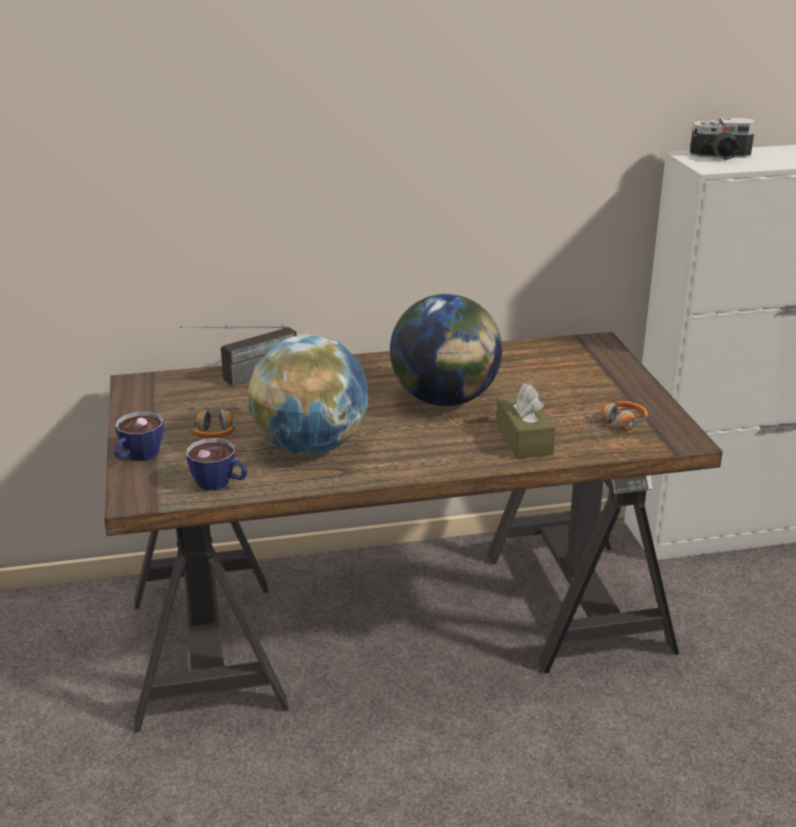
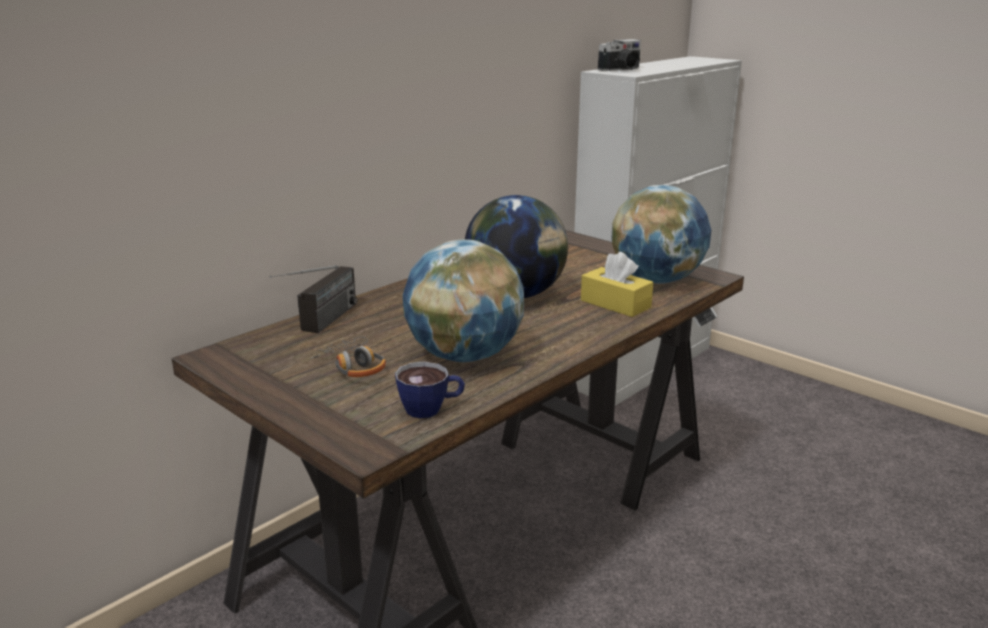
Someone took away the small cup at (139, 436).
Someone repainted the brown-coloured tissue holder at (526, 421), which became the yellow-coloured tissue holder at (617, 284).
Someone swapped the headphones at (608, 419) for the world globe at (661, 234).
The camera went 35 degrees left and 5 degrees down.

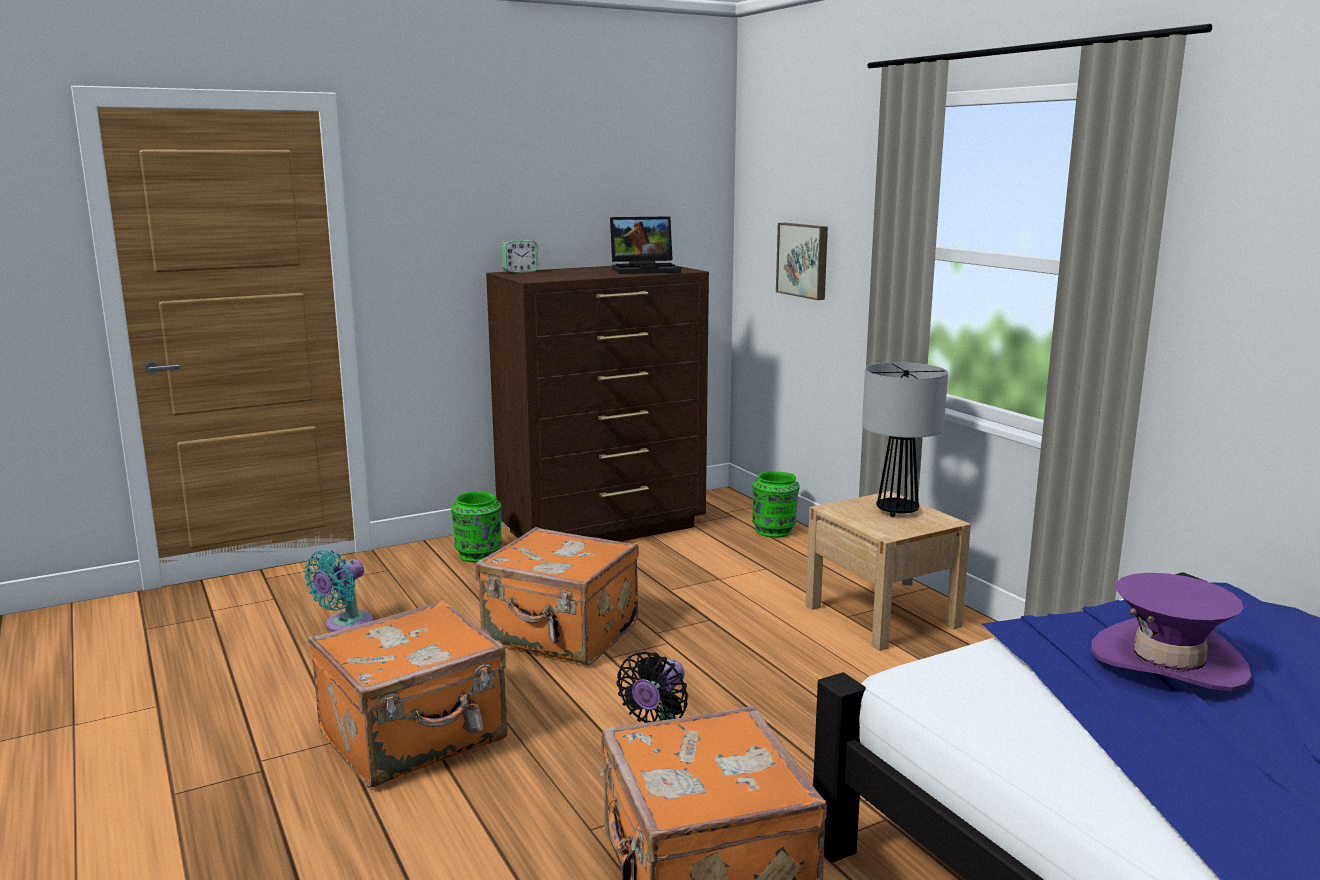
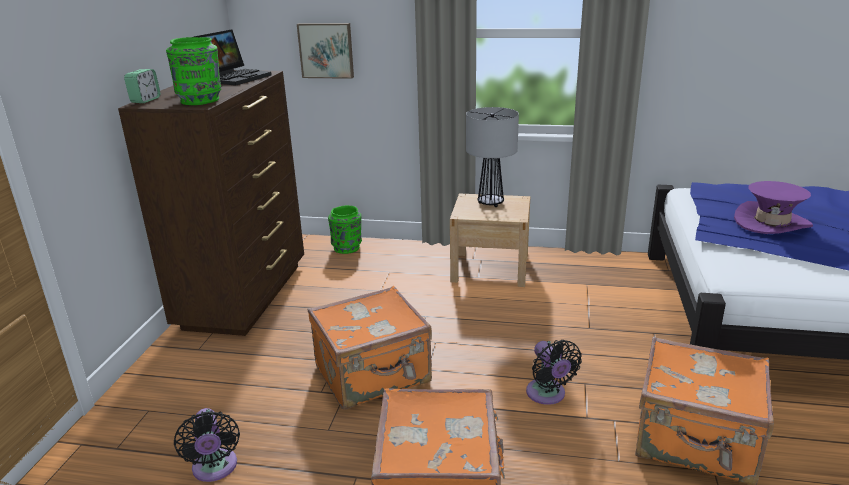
Someone repainted the blue-green cooling fan at (338, 591), which became the black-coloured cooling fan at (207, 445).
Someone carried the green-coloured flower vase from (476, 526) to (194, 71).
The camera went 50 degrees left and 10 degrees up.

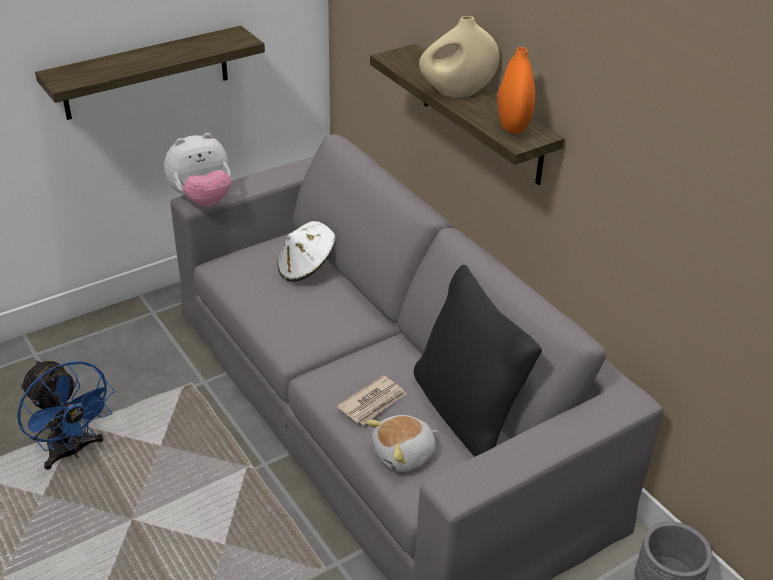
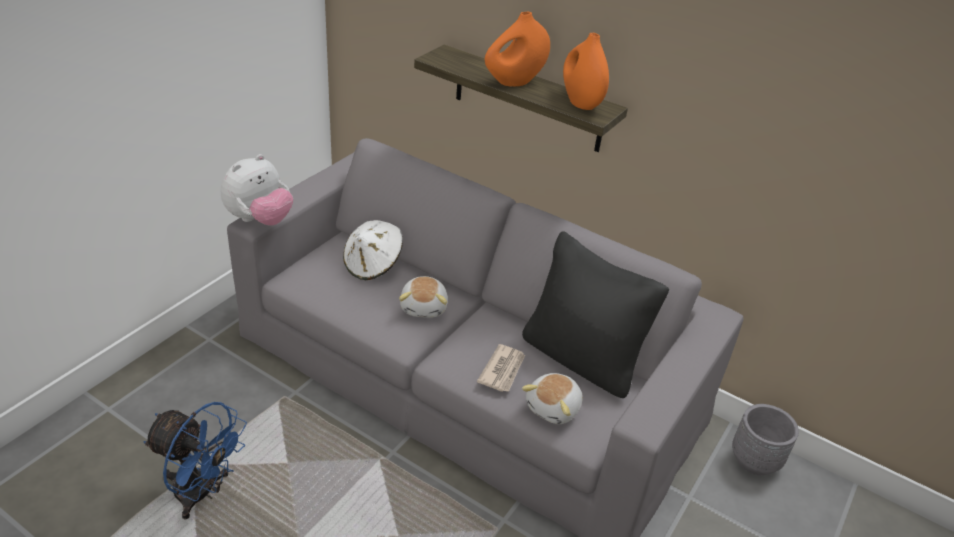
Someone took away the wall shelf at (150, 73).
Someone repainted the beige flower vase at (459, 57), which became the orange-coloured flower vase at (517, 49).
Someone put down the plush toy at (423, 297).
The camera went 25 degrees left and 0 degrees up.

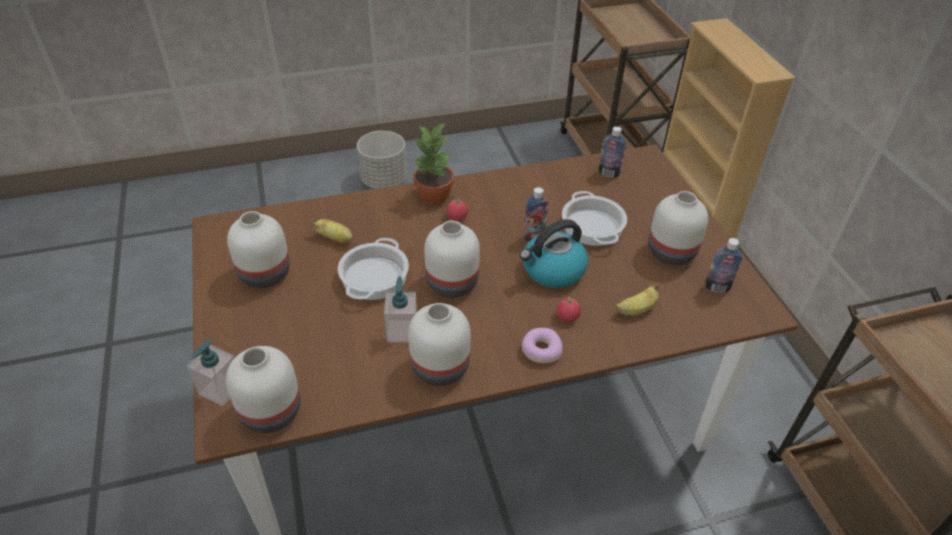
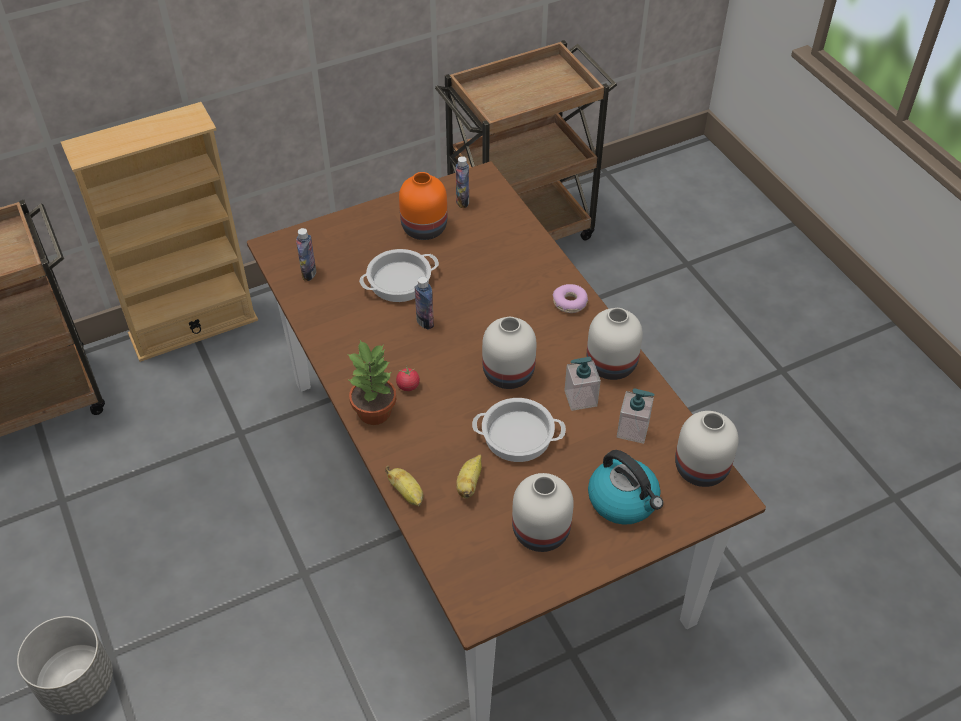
Someone carried the soap bottle from (210, 373) to (635, 416).
Someone carried the kettle from (554, 253) to (625, 487).
Someone took away the tomato at (568, 309).
Someone carried the banana fruit from (637, 300) to (404, 486).
Someone repainted the white-coloured flower vase at (678, 228), which became the orange-coloured flower vase at (423, 206).
The camera went 100 degrees left and 5 degrees up.

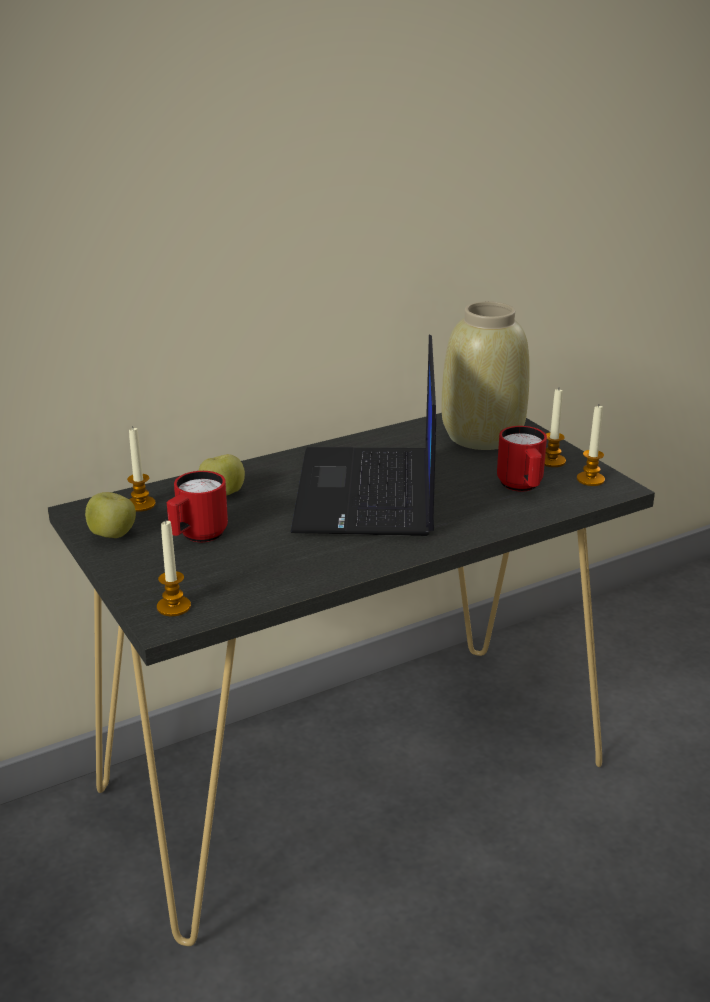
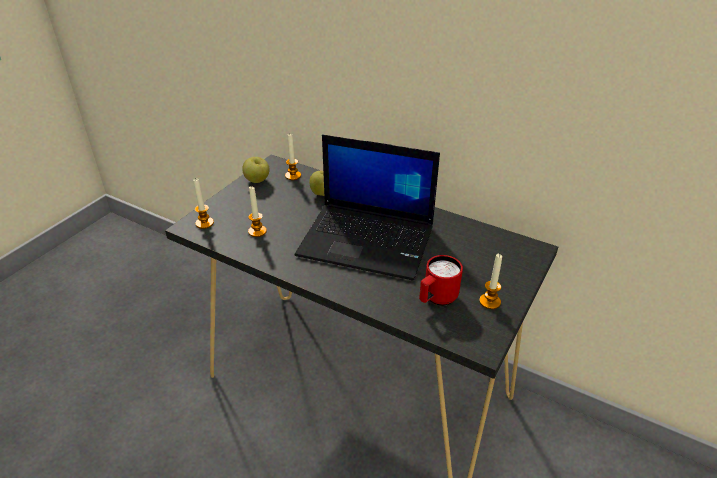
Someone took away the red mug at (197, 506).
Someone rotated the portable computer at (363, 435) by 135 degrees counterclockwise.
Someone took away the beige flower vase at (486, 375).
Someone carried the candle from (591, 445) to (257, 211).
The camera went 60 degrees right and 10 degrees up.

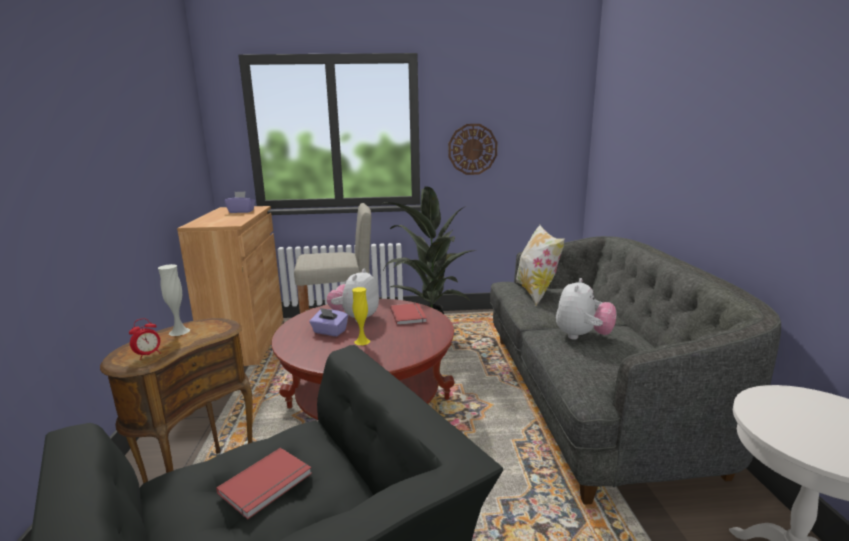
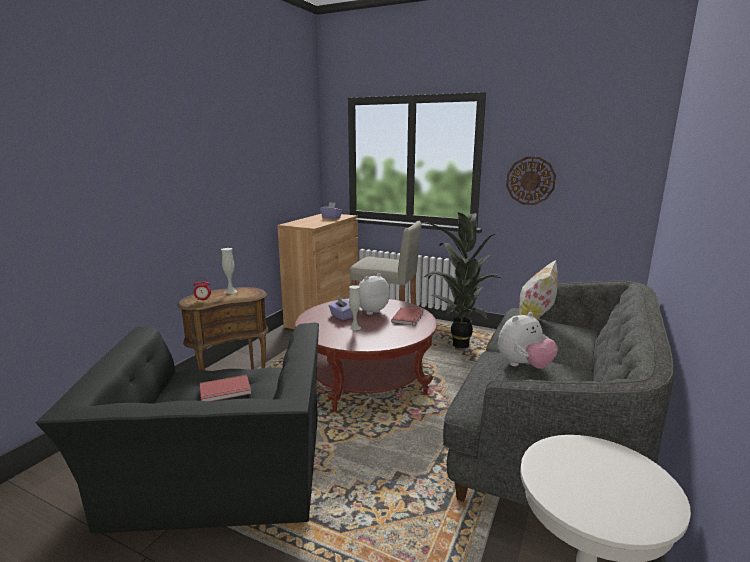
Someone repainted the yellow-coloured flower vase at (361, 316), which became the white-coloured flower vase at (355, 307).
The camera went 30 degrees right and 0 degrees up.

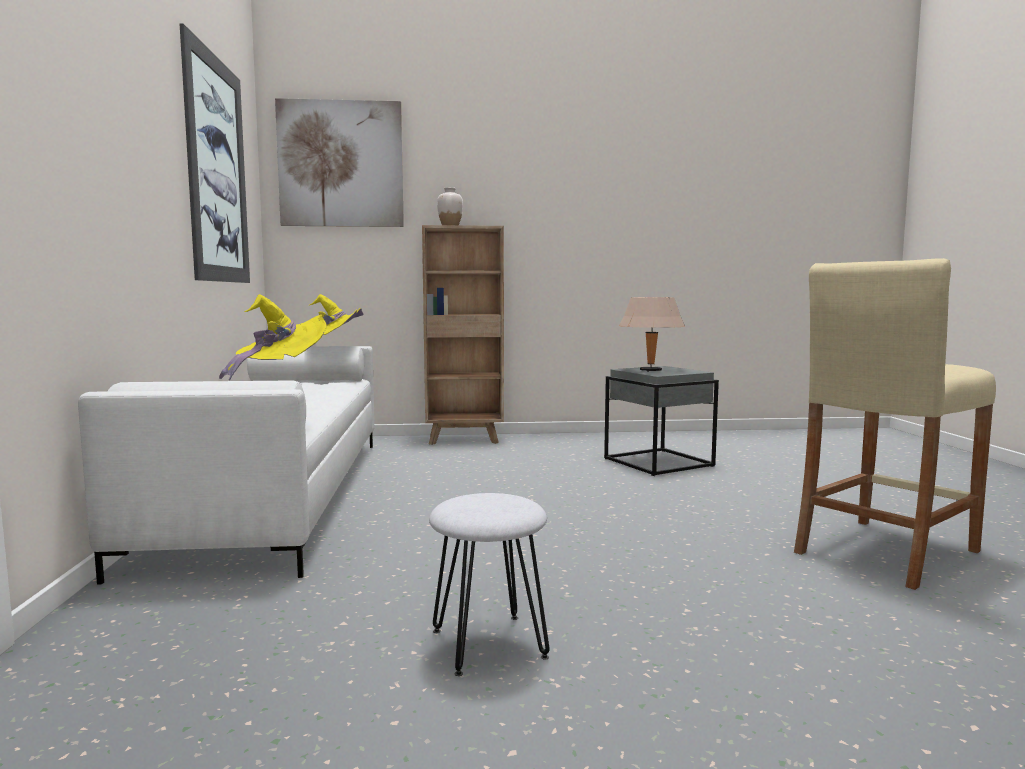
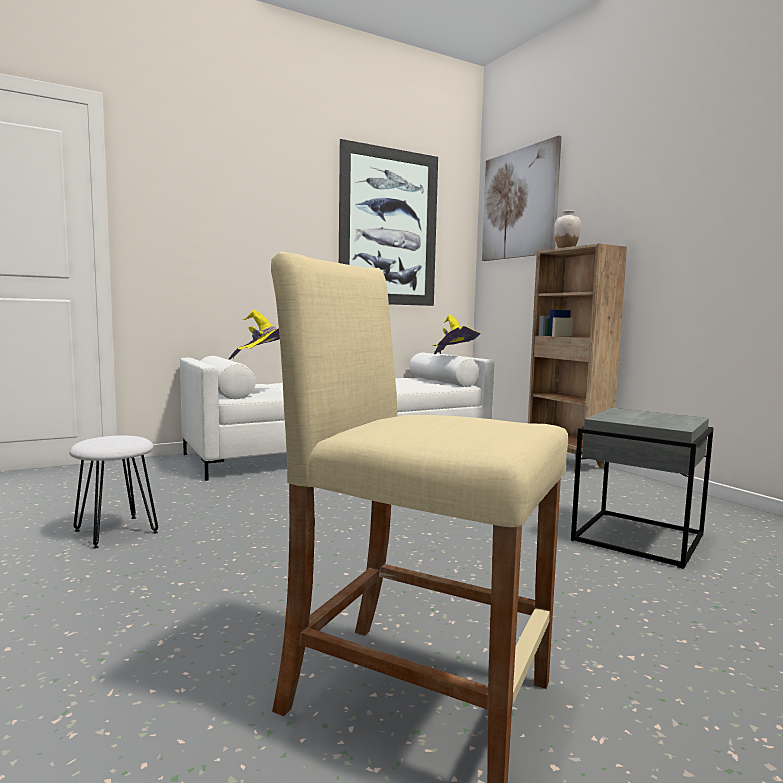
Someone took away the beige table lamp at (652, 334).
The camera went 65 degrees right and 0 degrees up.

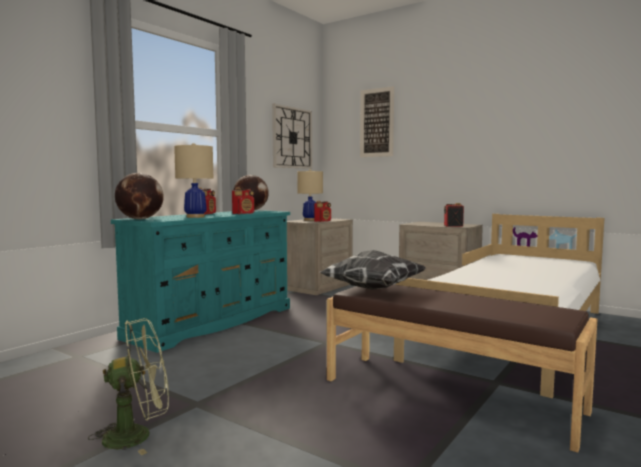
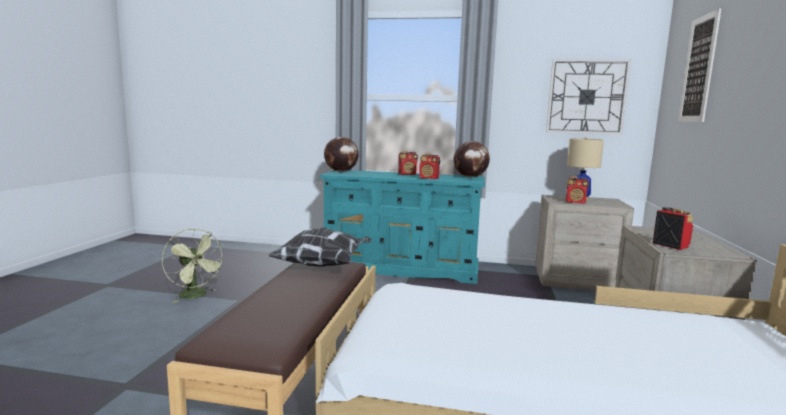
Someone took away the beige table lamp at (193, 180).
The camera went 65 degrees right and 5 degrees up.

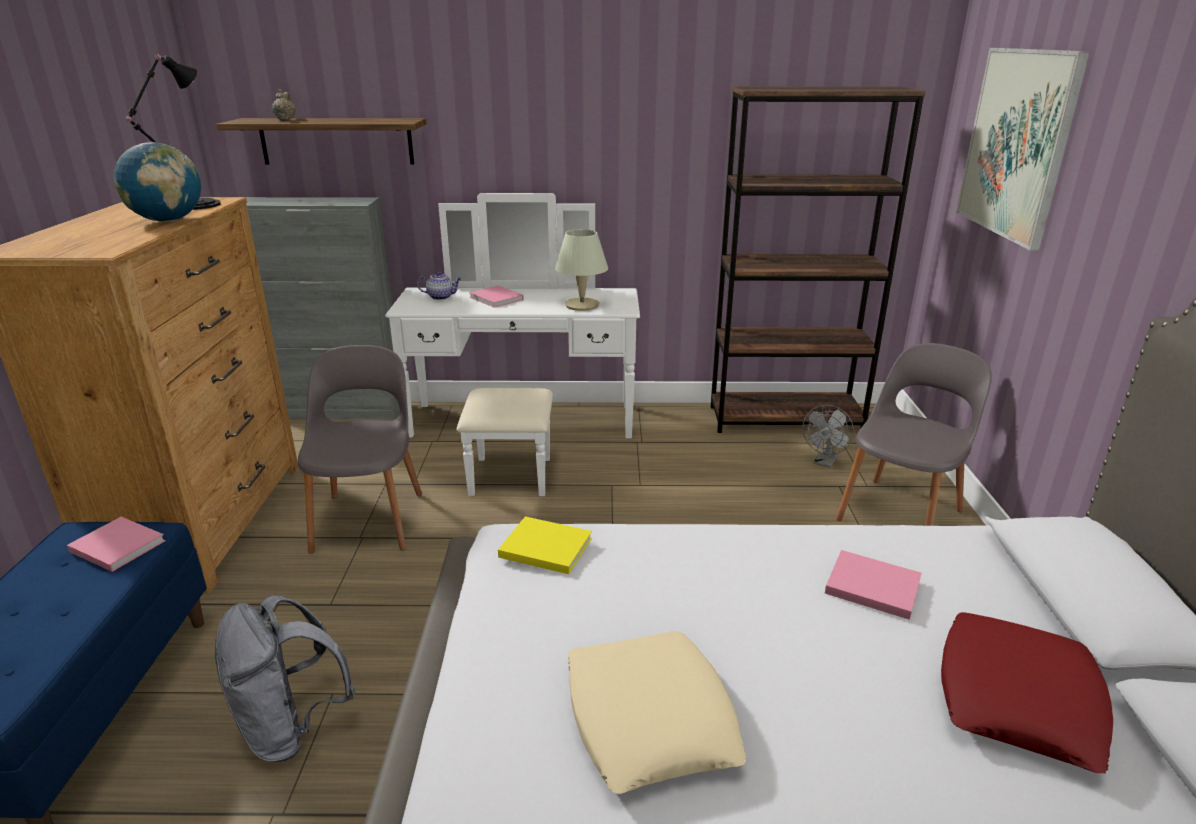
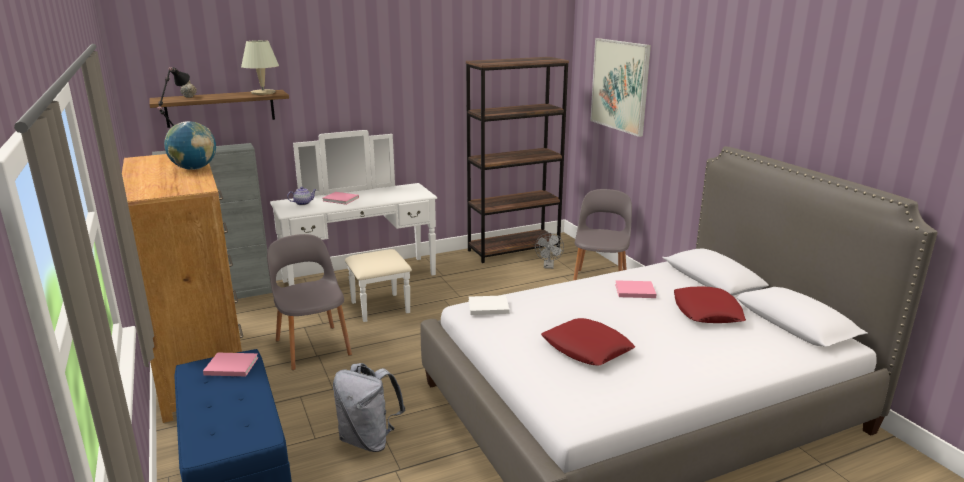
Someone repainted the yellow-coloured bound book at (545, 545), which became the white-coloured bound book at (489, 305).
Someone carried the beige table lamp from (581, 270) to (260, 67).
Someone repainted the beige throw pillow at (657, 712), which became the red throw pillow at (588, 342).
The camera went 25 degrees left and 5 degrees down.

